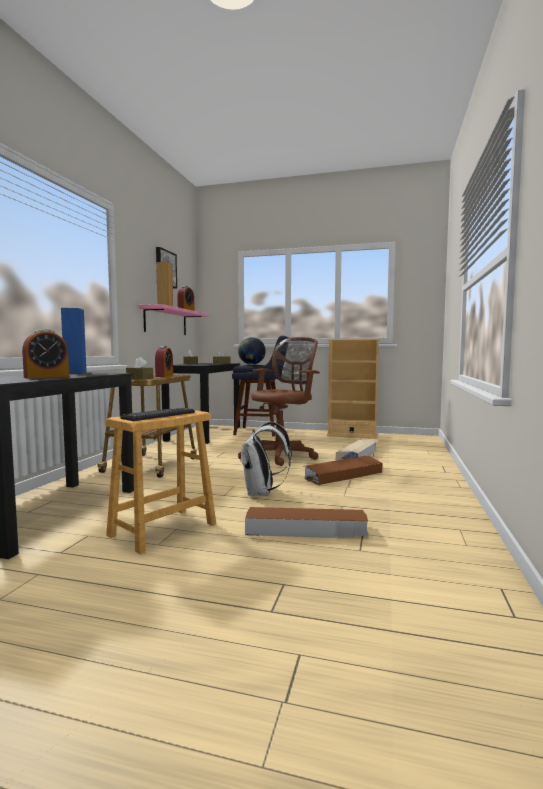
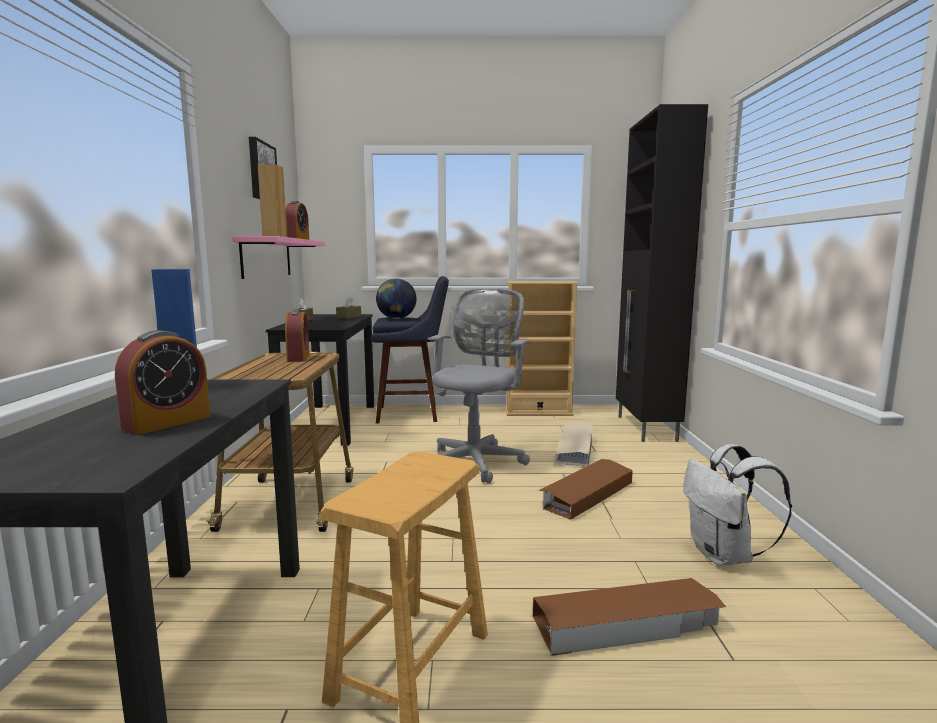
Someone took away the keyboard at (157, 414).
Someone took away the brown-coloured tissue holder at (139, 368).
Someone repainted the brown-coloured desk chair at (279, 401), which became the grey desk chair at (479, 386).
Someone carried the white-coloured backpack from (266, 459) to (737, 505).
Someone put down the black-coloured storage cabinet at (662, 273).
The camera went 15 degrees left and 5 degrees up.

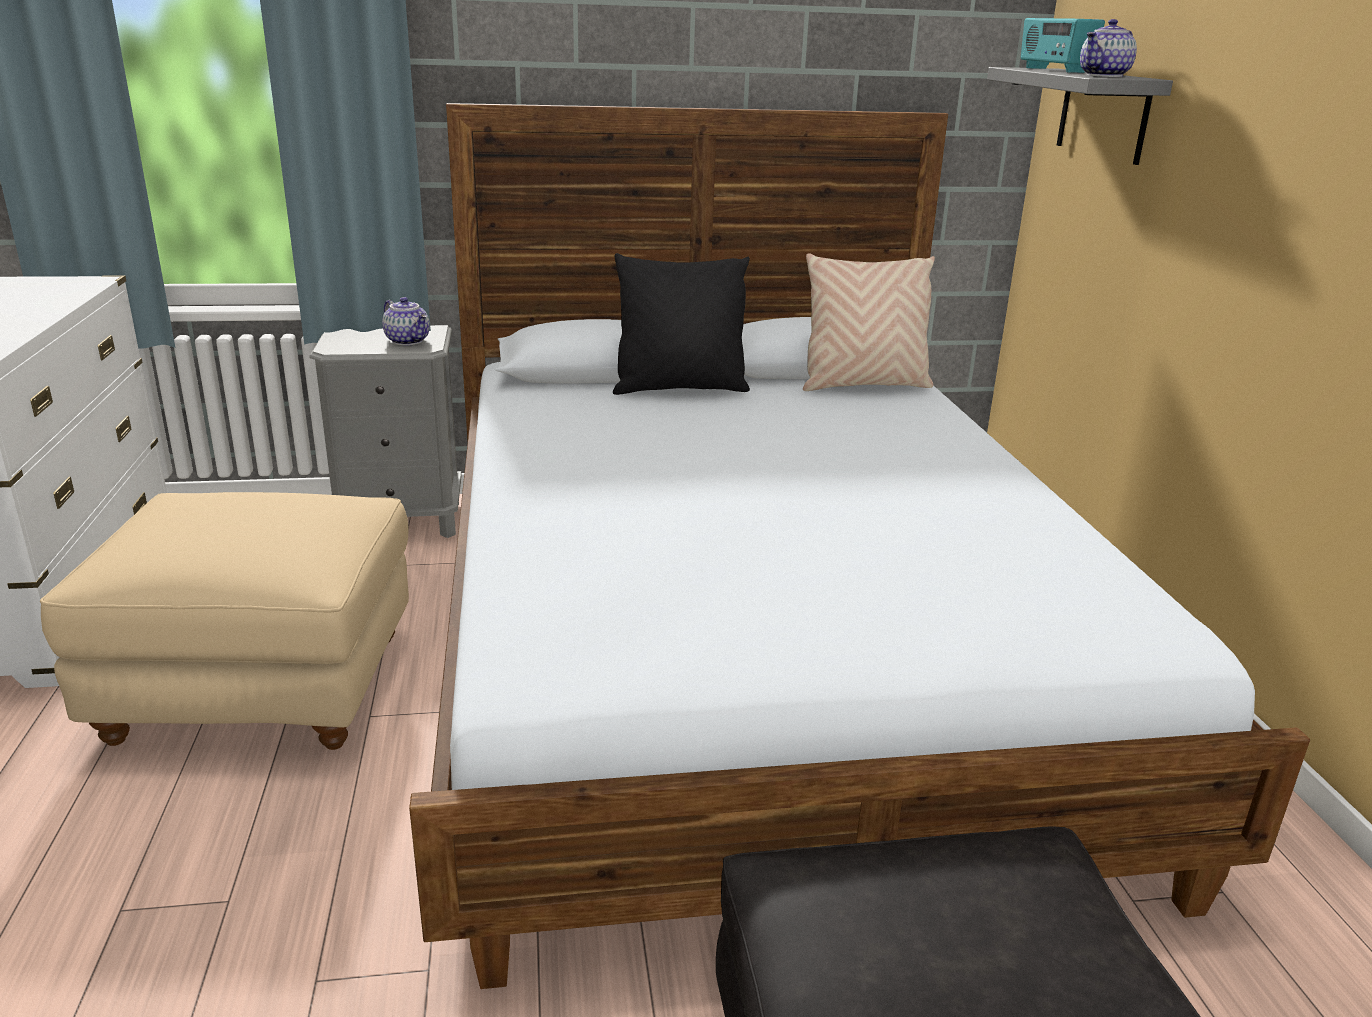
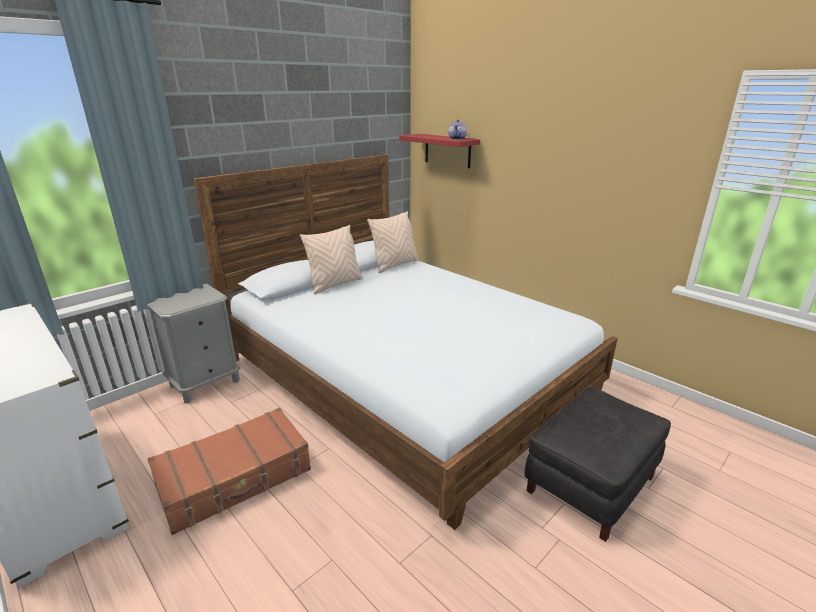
Someone swapped the beige pouffe at (224, 621) for the brown-coloured piece of luggage at (229, 471).
Someone took away the pot for tea at (406, 321).
Someone repainted the black-coloured throw pillow at (681, 324), which became the beige throw pillow at (331, 260).
Someone repainted the grey wall shelf at (1080, 116), which became the red wall shelf at (439, 151).
Someone took away the radio at (1063, 45).
The camera went 35 degrees left and 0 degrees up.

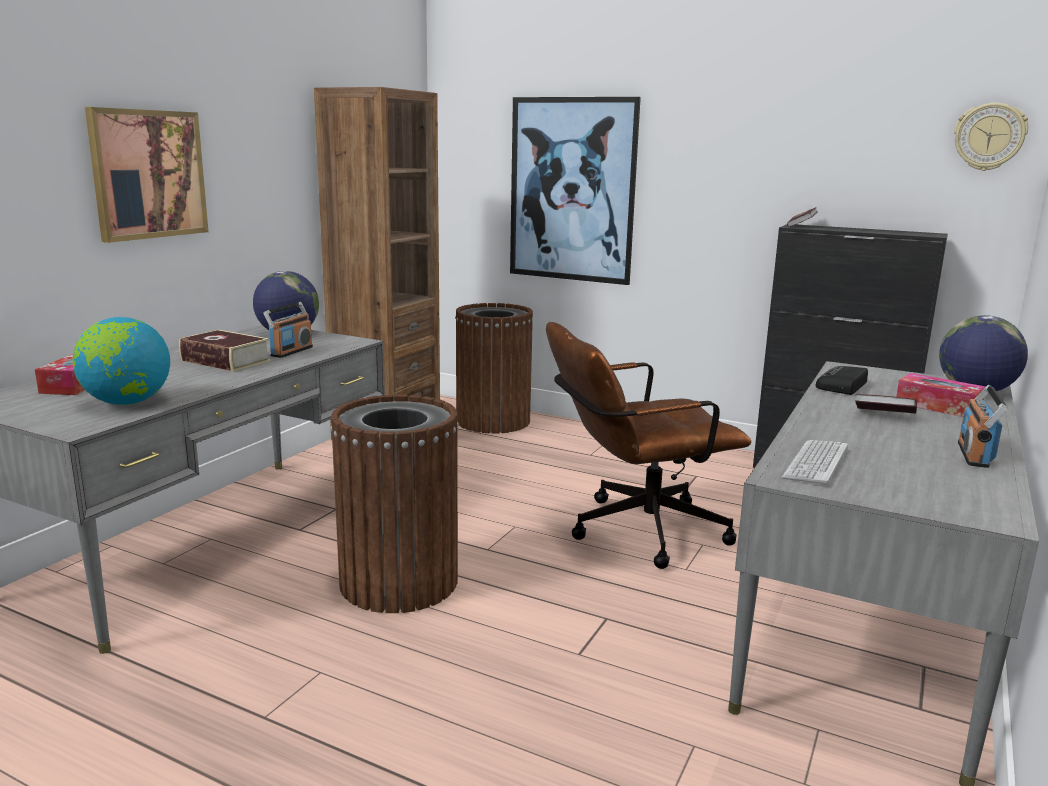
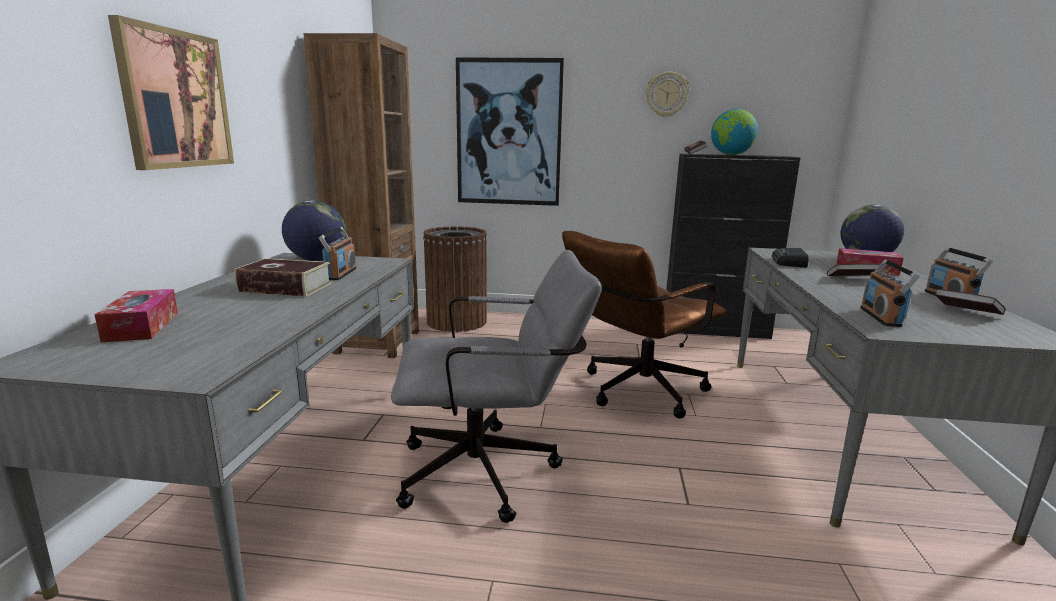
Someone carried the world globe from (121, 361) to (734, 132).
Someone swapped the brown-coloured rubbish bin at (394, 503) for the grey desk chair at (496, 386).
Someone swapped the keyboard at (815, 462) for the radio at (890, 293).
Someone carried the wall clock from (991, 137) to (668, 94).
Someone put down the bound book at (970, 302).
The camera went 20 degrees left and 0 degrees up.

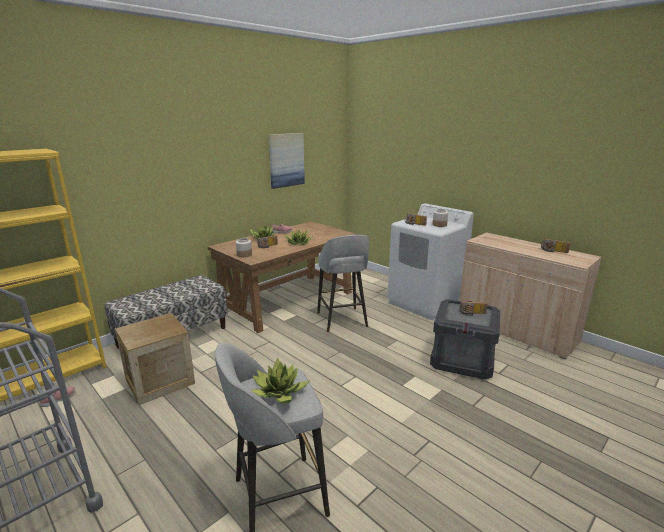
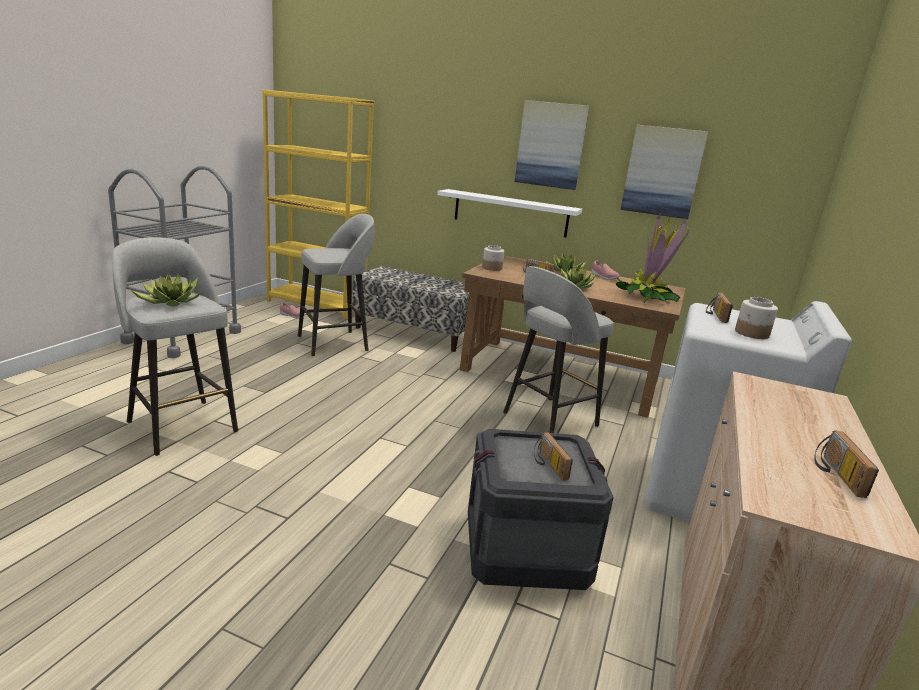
Someone swapped the shipping crate at (155, 359) for the grey sitting stool at (336, 285).
Someone put up the white-coloured wall shelf at (509, 213).
Someone put up the wall picture at (552, 145).
Someone put down the houseplant at (652, 256).
The camera went 65 degrees right and 0 degrees up.

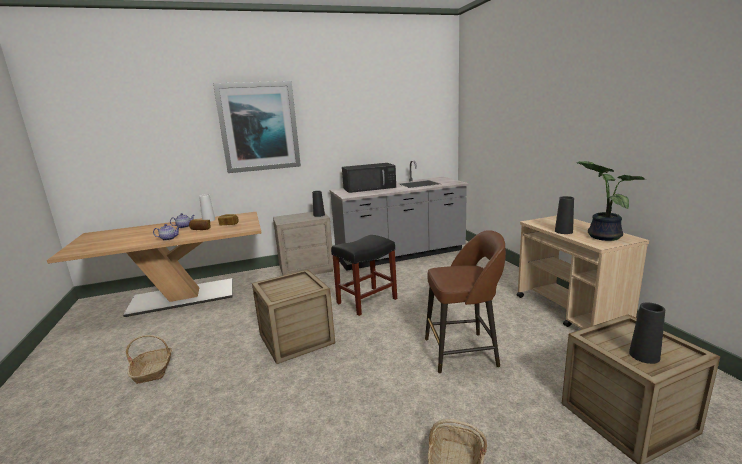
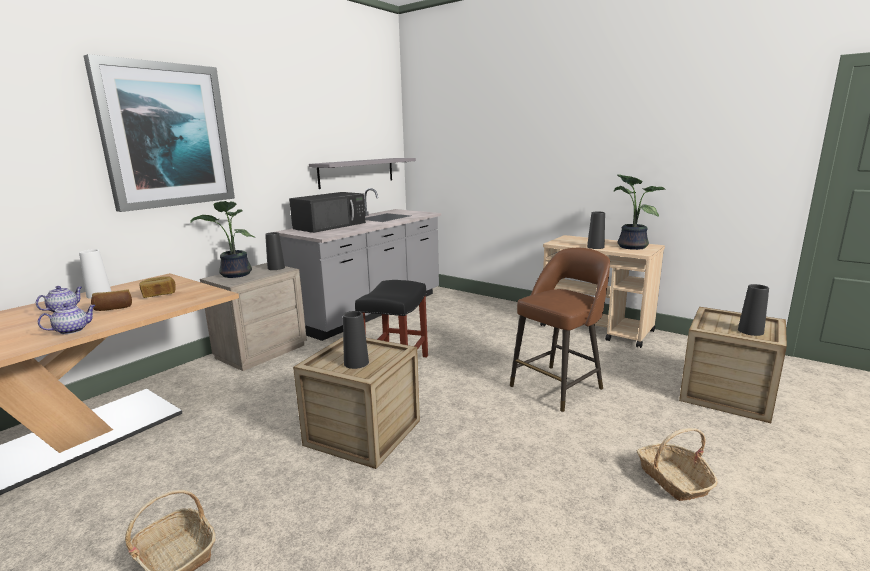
Someone put down the houseplant at (222, 239).
Someone put up the grey wall shelf at (362, 173).
Someone put down the black-coloured flower vase at (356, 340).
The camera went 35 degrees left and 0 degrees up.

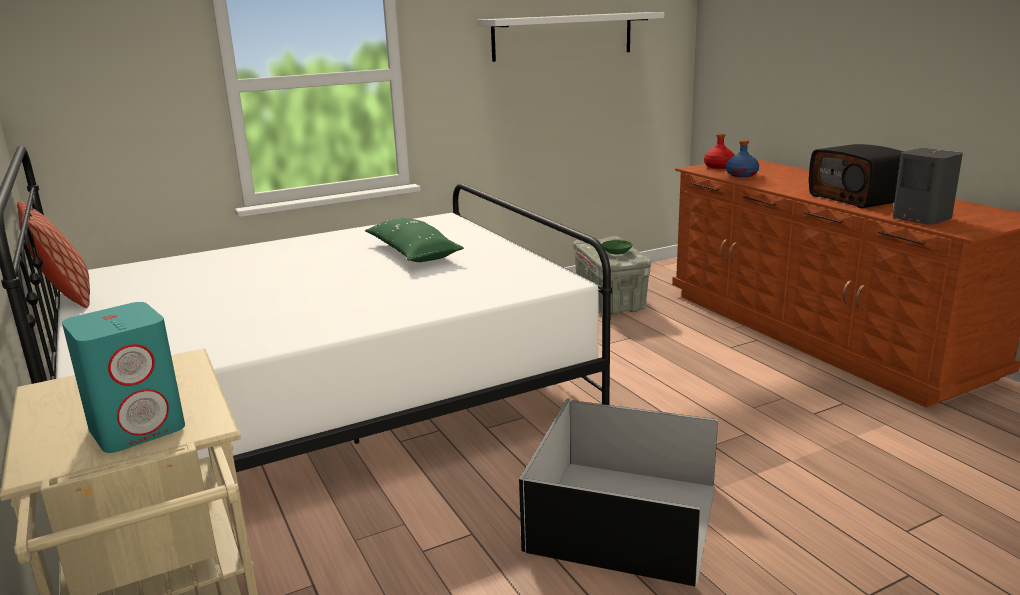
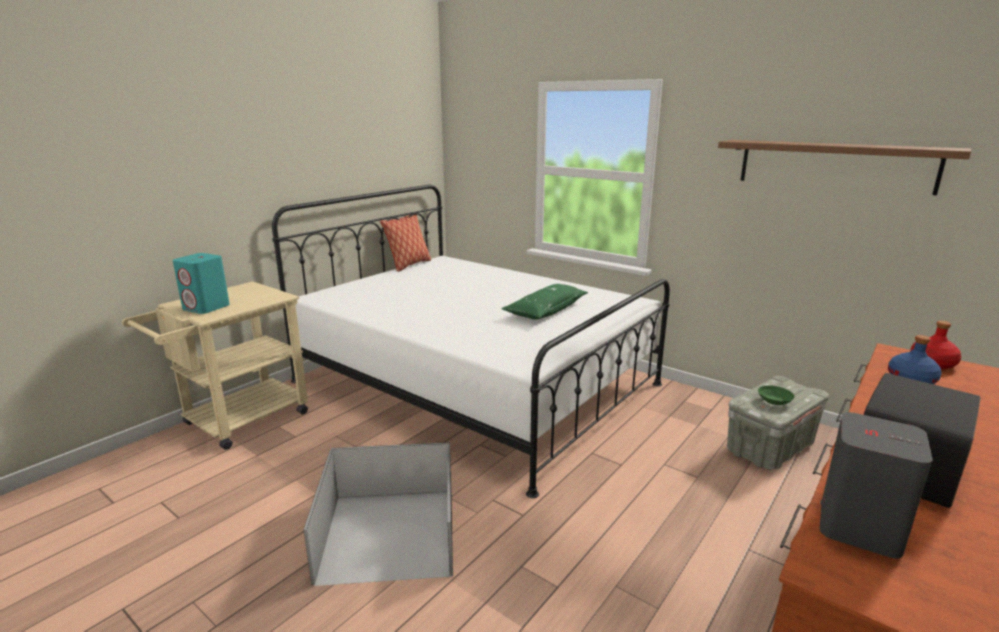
Someone repainted the white-coloured wall shelf at (570, 37), which became the brown-coloured wall shelf at (844, 167).
The camera went 65 degrees right and 0 degrees up.

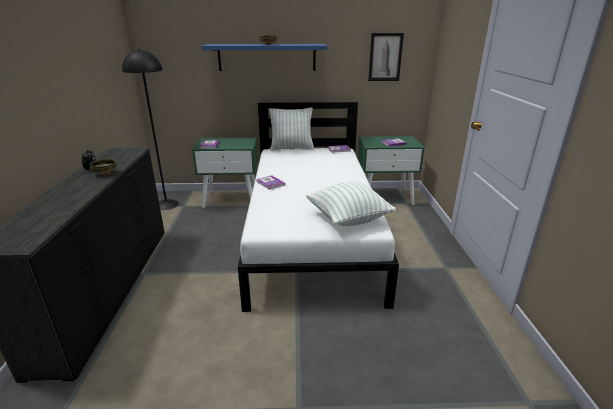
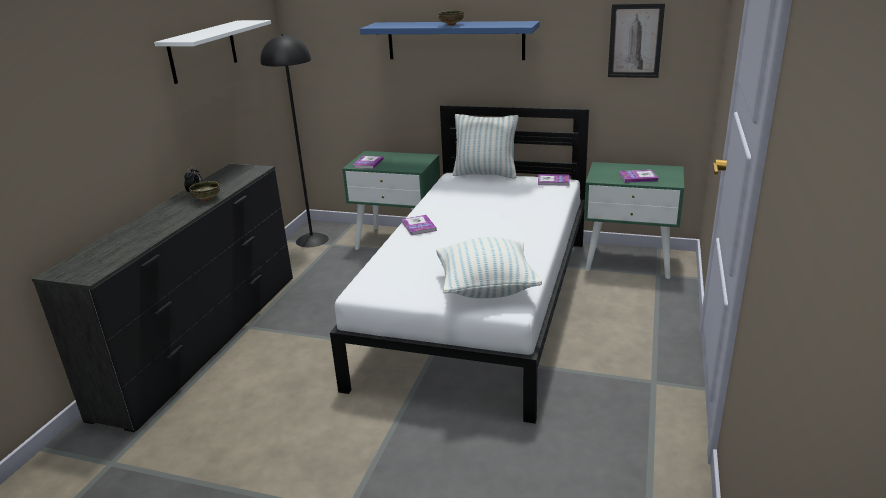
Someone put up the white-coloured wall shelf at (212, 52).
The camera went 20 degrees right and 0 degrees up.

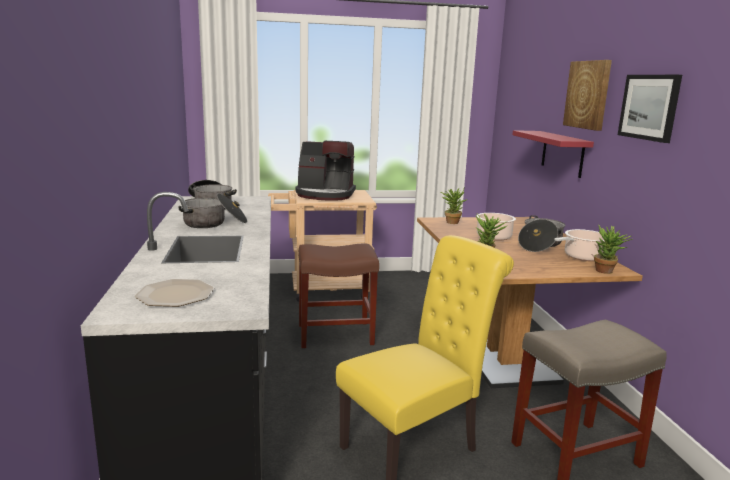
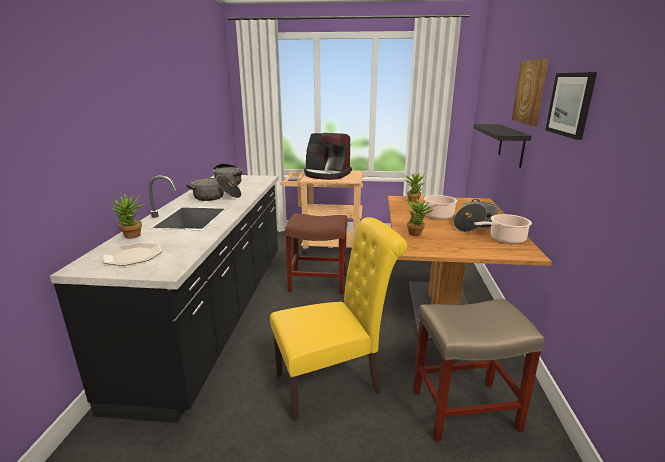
Someone repainted the red wall shelf at (553, 154), which became the black-coloured wall shelf at (502, 146).
Someone carried the houseplant from (613, 249) to (127, 216).
The camera went 15 degrees right and 5 degrees up.

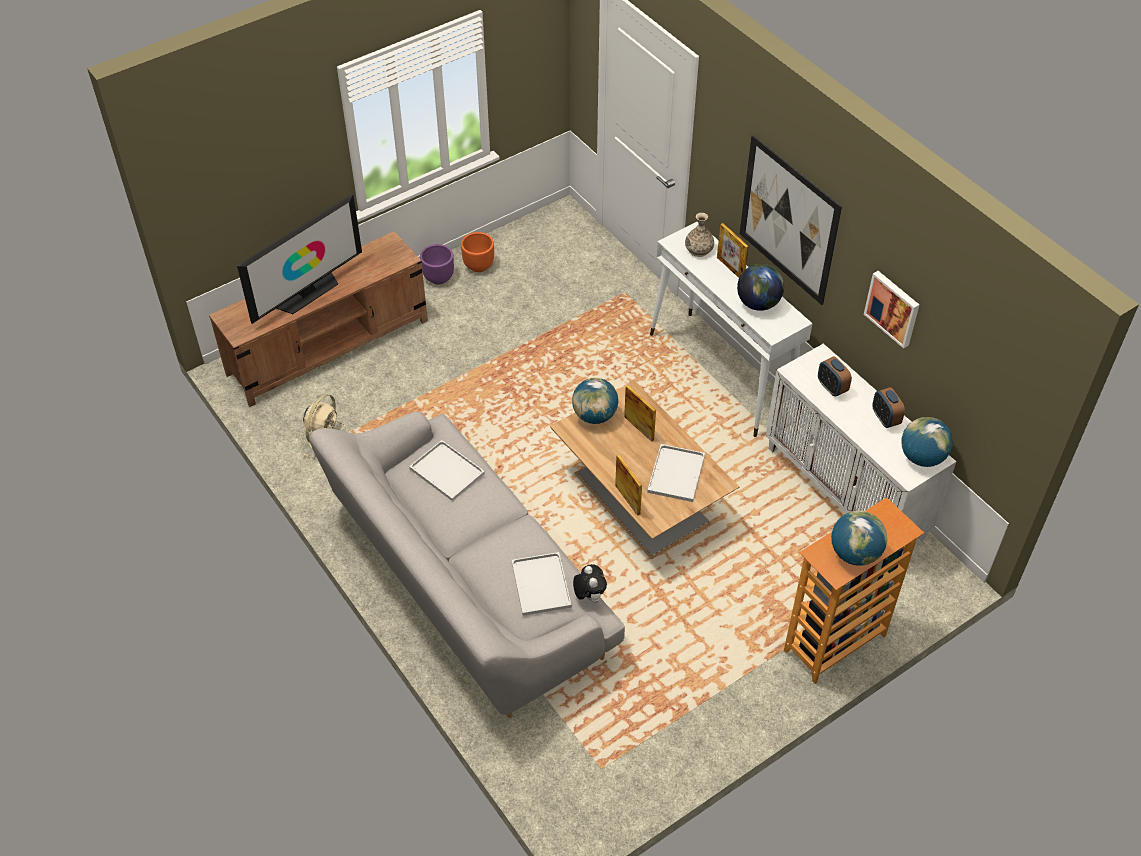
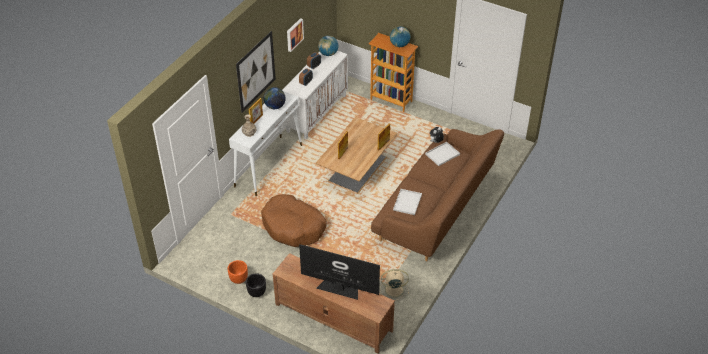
Someone repainted the grey settee at (467, 564), which became the brown-coloured settee at (437, 195).
Someone repainted the purple flower pot at (437, 264), which became the black-coloured flower pot at (256, 285).
Someone took away the world globe at (595, 401).
Someone took away the white-coloured tray at (676, 473).
Someone put down the brown-coloured pet bed at (294, 220).
The camera went 115 degrees left and 5 degrees down.

